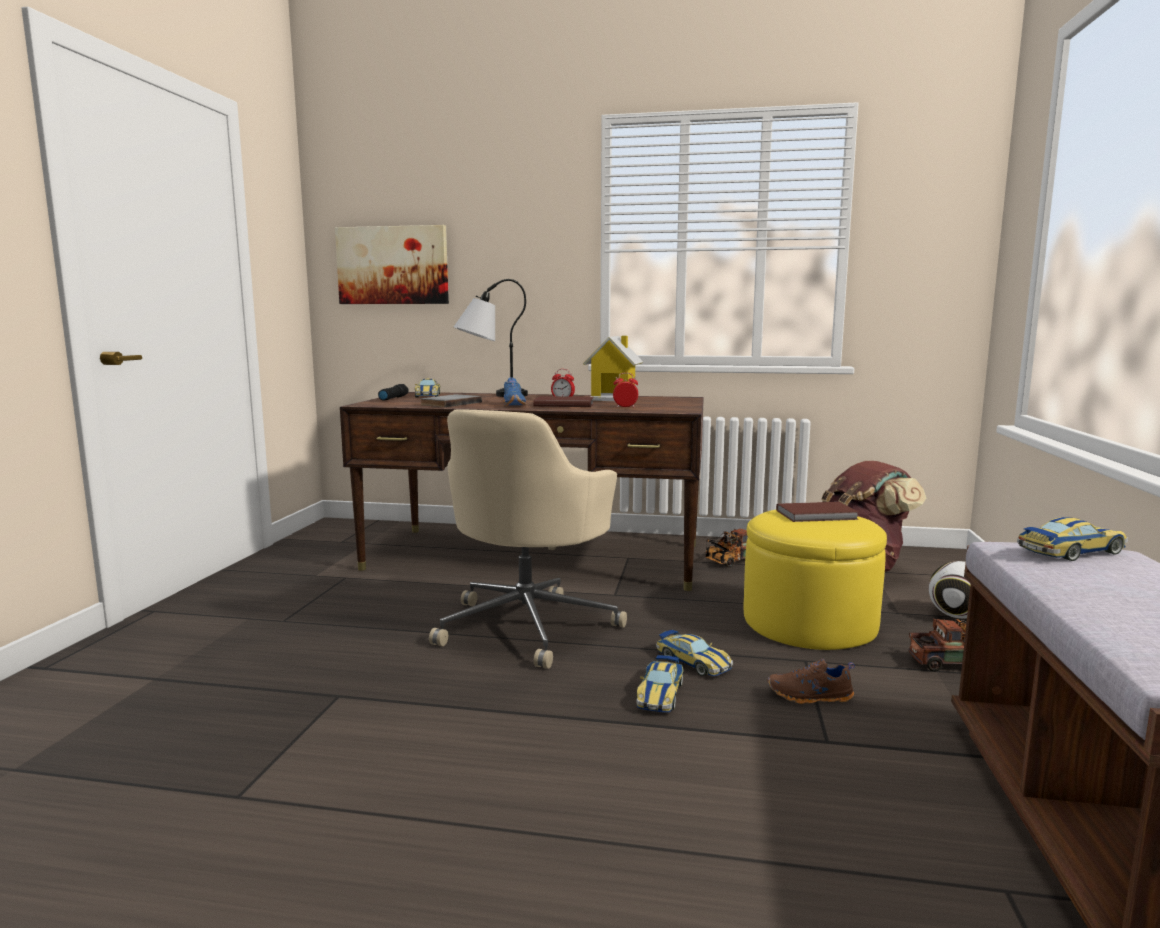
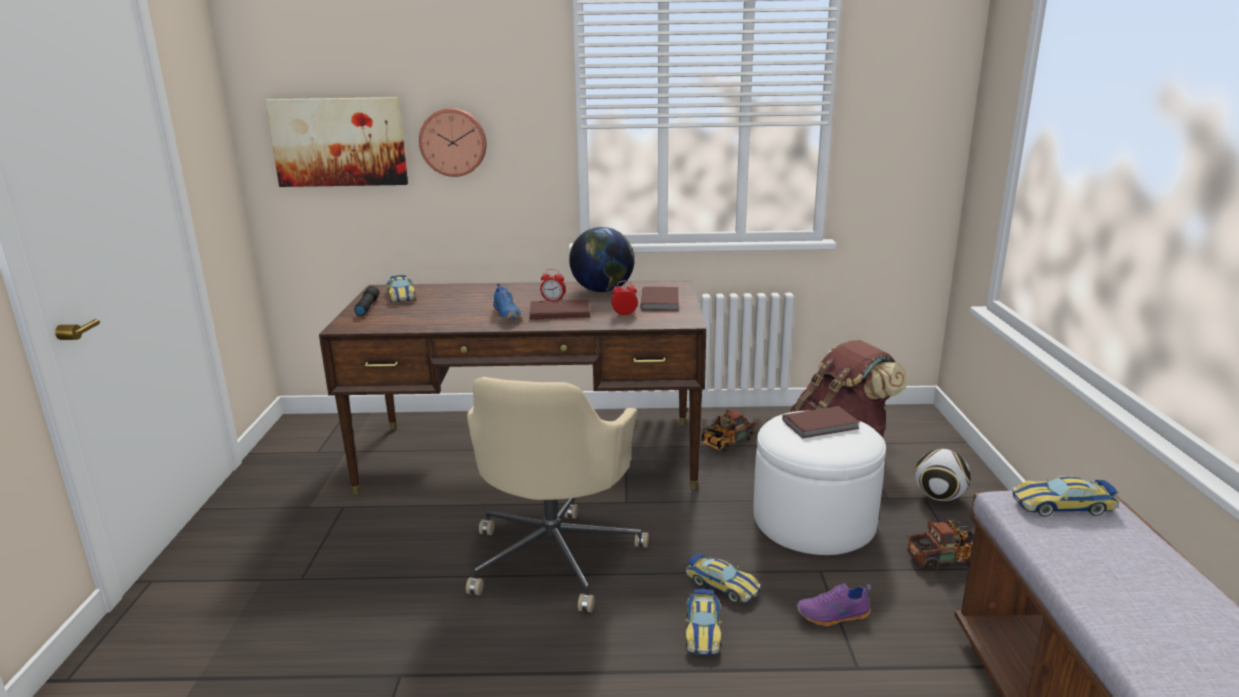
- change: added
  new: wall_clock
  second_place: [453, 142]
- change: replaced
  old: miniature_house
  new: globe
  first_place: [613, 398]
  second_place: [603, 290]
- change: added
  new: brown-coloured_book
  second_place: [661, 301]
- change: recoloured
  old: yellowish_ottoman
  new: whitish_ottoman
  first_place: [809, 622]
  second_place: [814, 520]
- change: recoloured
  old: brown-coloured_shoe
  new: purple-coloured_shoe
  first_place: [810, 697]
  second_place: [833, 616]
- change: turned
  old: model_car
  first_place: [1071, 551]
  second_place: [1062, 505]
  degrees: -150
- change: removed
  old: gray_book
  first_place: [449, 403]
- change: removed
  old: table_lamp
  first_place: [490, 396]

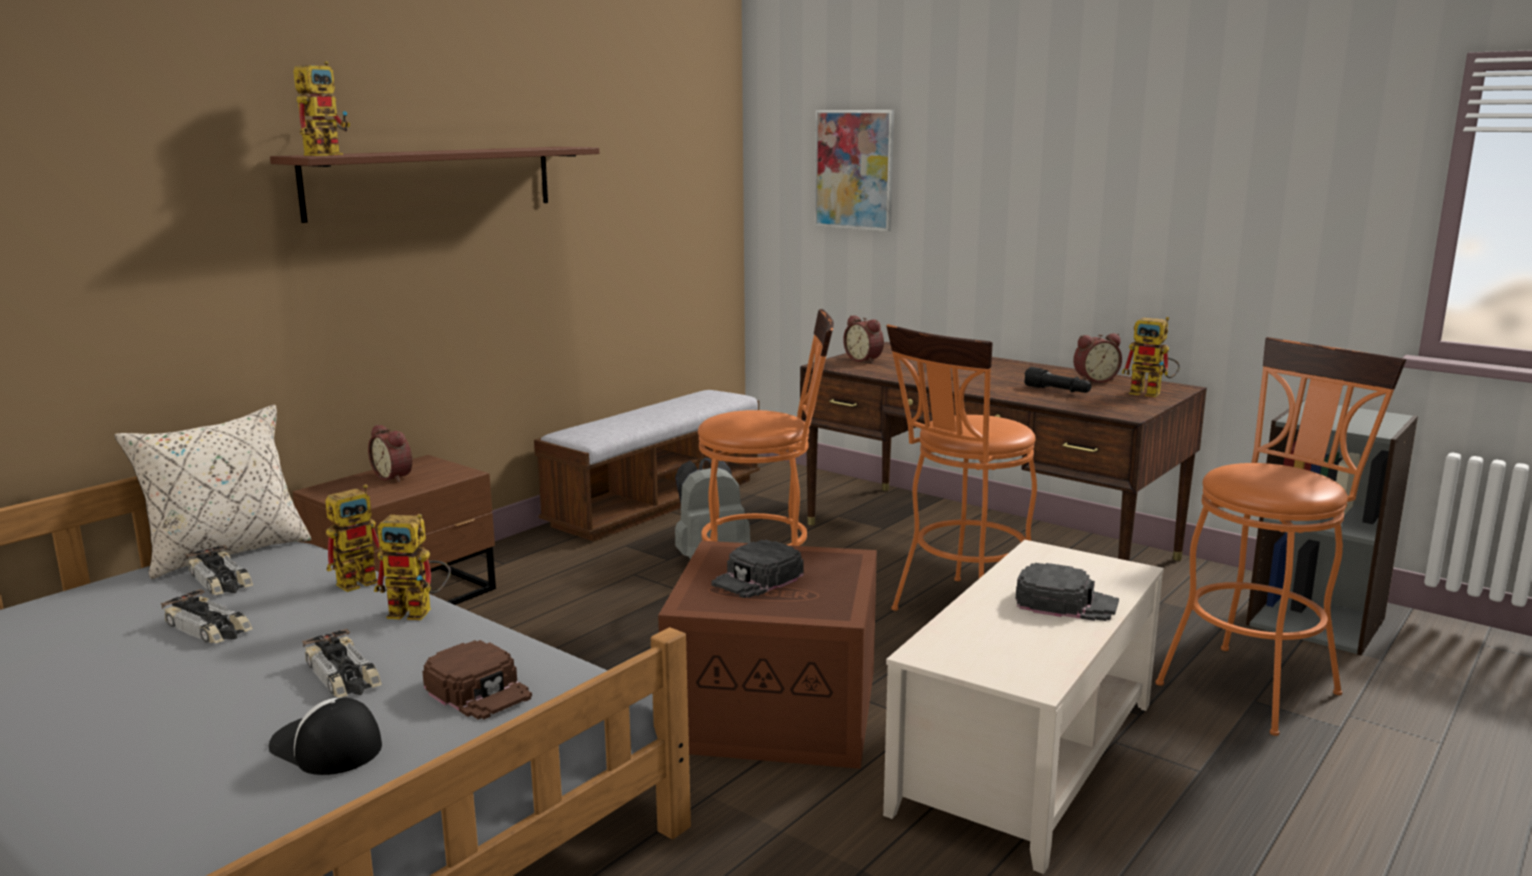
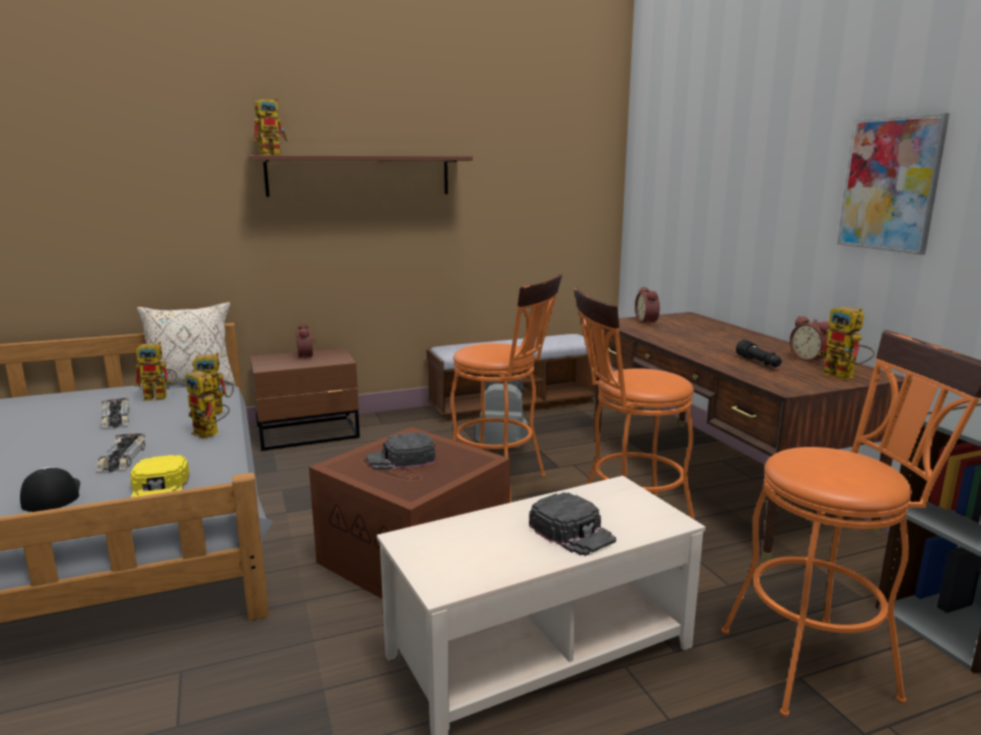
- change: recoloured
  old: brown-coloured_baseball_cap
  new: yellowish_baseball_cap
  first_place: [479, 690]
  second_place: [160, 486]
- change: replaced
  old: model_car
  new: toy_robot
  first_place: [221, 581]
  second_place: [161, 397]
- change: turned
  old: alarm_clock
  first_place: [1094, 380]
  second_place: [810, 359]
  degrees: 45
- change: moved
  old: picture
  first_place: [854, 170]
  second_place: [890, 184]

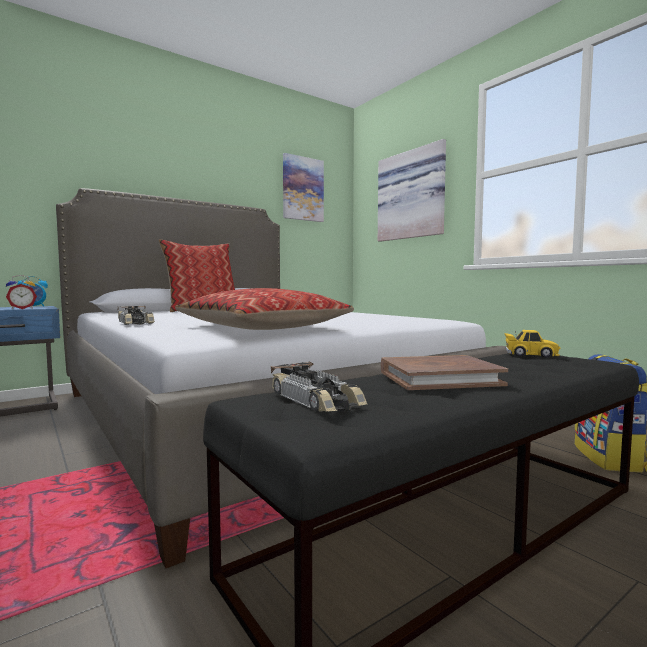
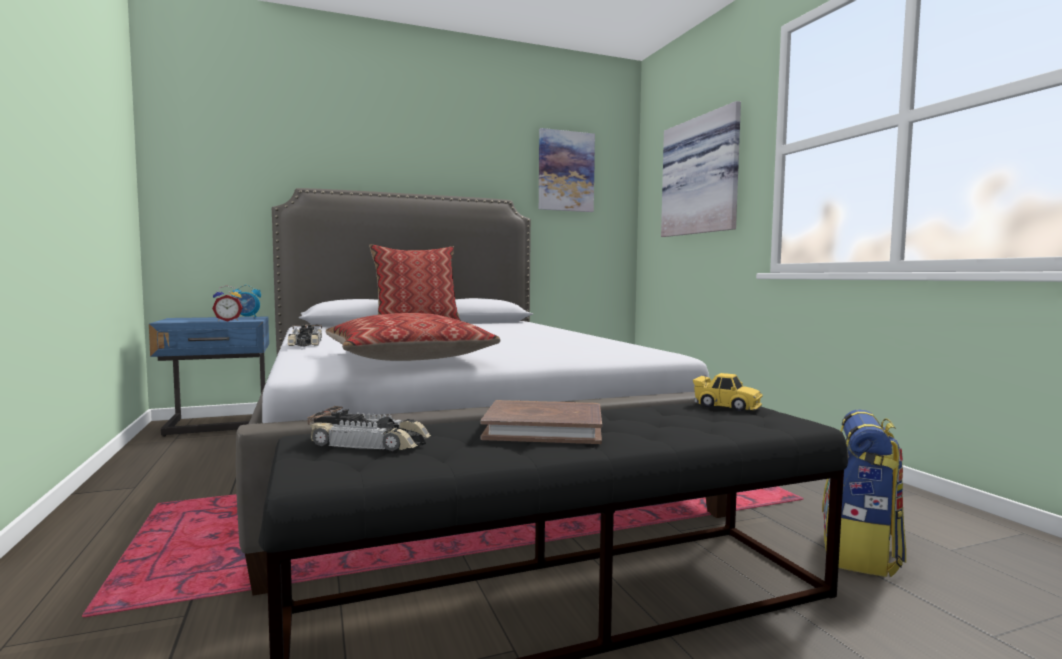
- change: turned
  old: model_car
  first_place: [316, 399]
  second_place: [371, 442]
  degrees: -60

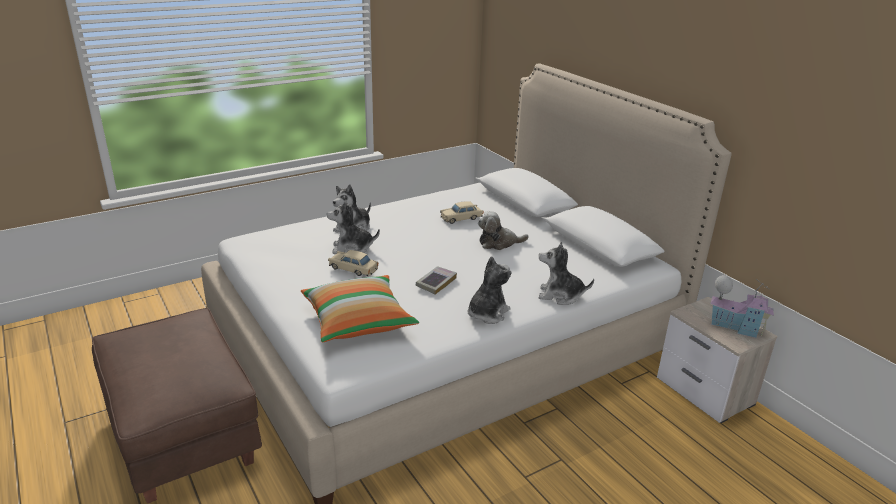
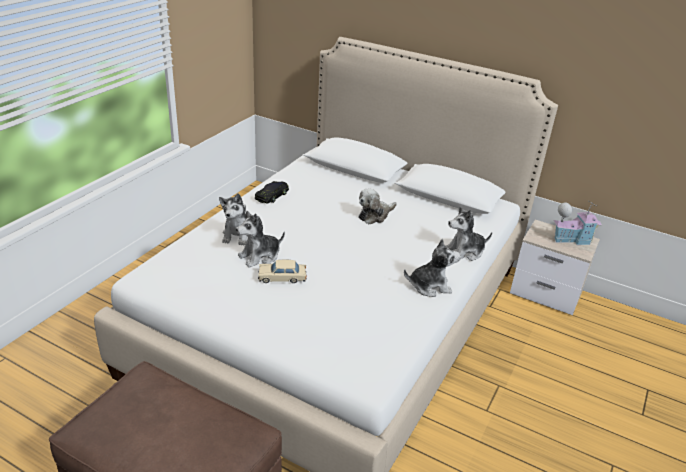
- change: added
  new: blackish_model_car
  second_place: [272, 195]
- change: turned
  old: cuddly_toy
  first_place: [487, 313]
  second_place: [429, 286]
  degrees: 75
- change: removed
  old: pillow
  first_place: [358, 321]
- change: removed
  old: book
  first_place: [436, 283]
- change: removed
  old: sand-coloured_model_car
  first_place: [461, 218]

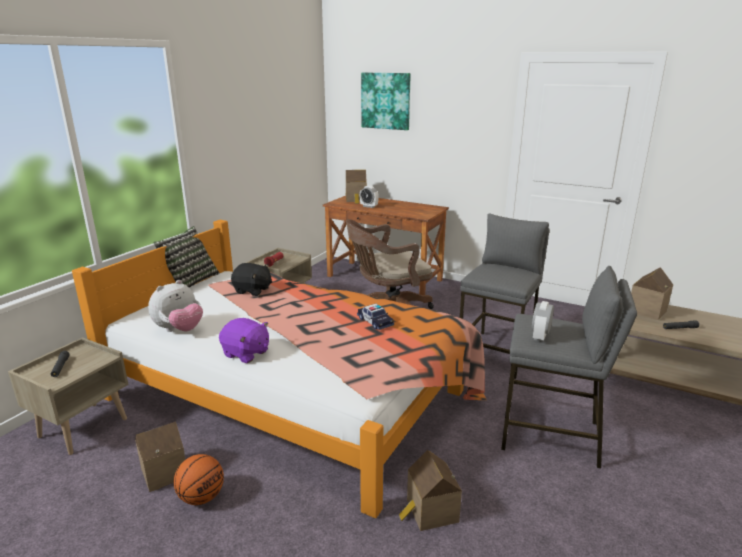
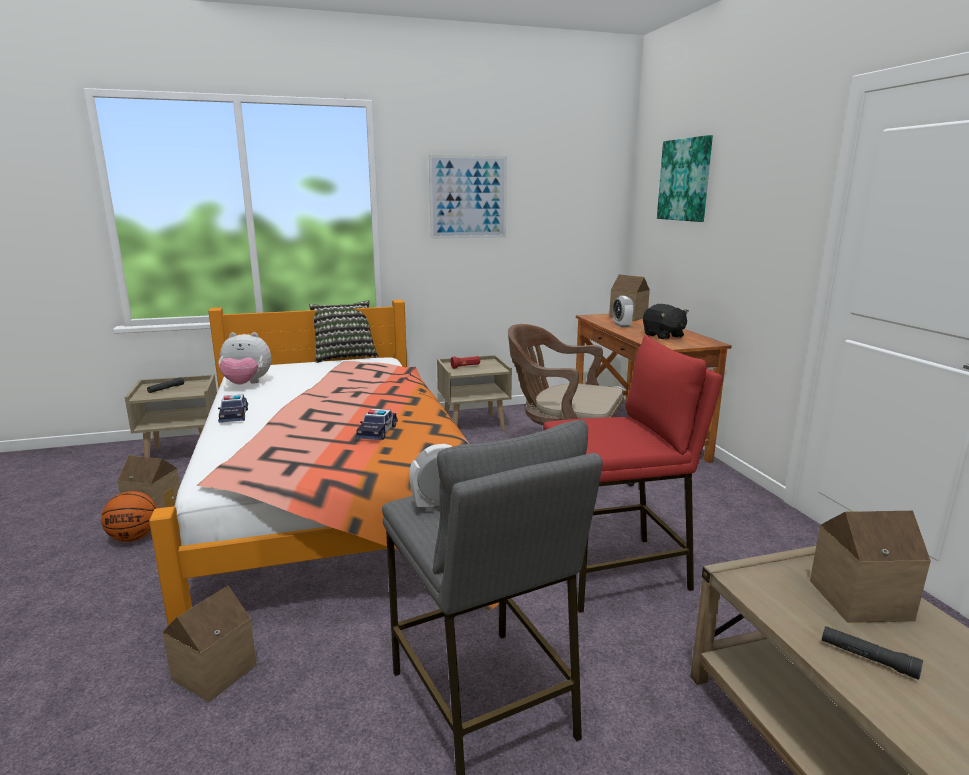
- change: replaced
  old: purple-coloured_cuddly_toy
  new: model_car
  first_place: [246, 353]
  second_place: [234, 416]
- change: added
  new: picture
  second_place: [468, 197]
- change: recoloured
  old: gray_stool
  new: red_stool
  first_place: [497, 353]
  second_place: [615, 572]
- change: moved
  old: blackish_cuddly_toy
  first_place: [252, 290]
  second_place: [663, 336]

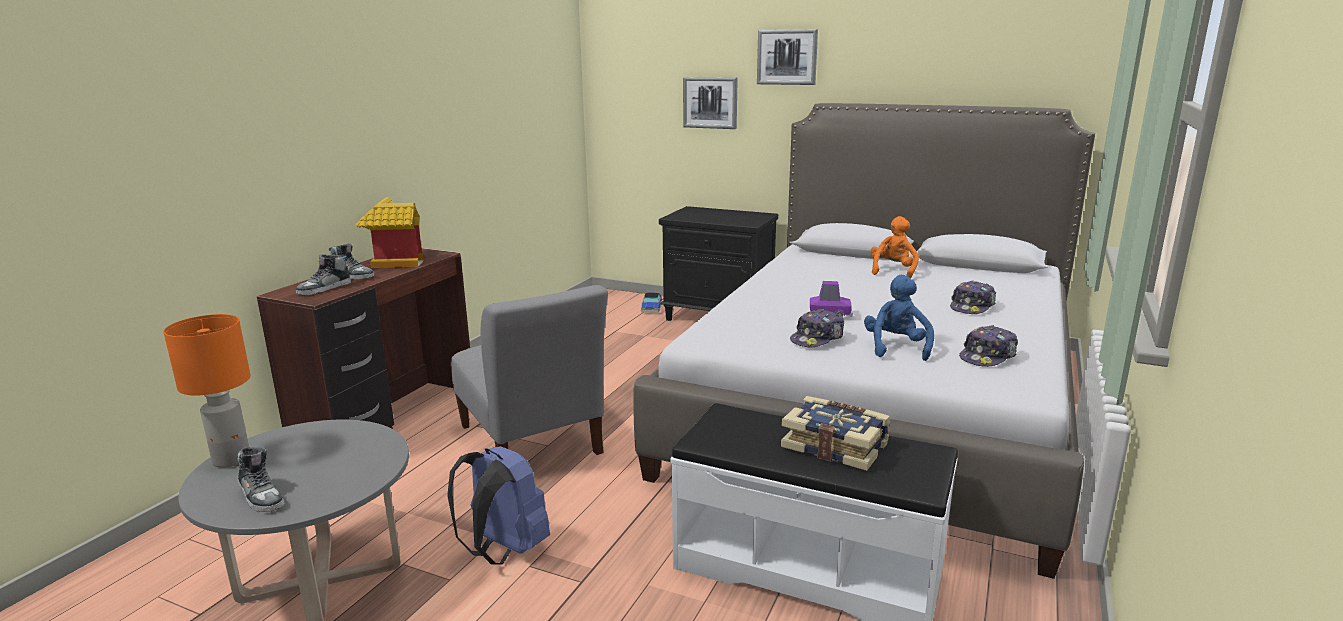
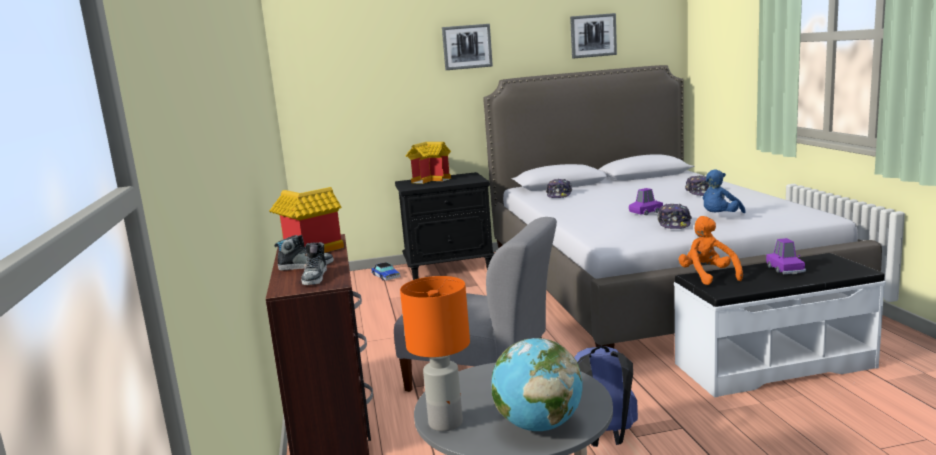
- change: added
  new: miniature_house
  second_place: [431, 179]
- change: replaced
  old: shoe
  new: globe
  first_place: [261, 496]
  second_place: [538, 425]
- change: moved
  old: baseball_cap
  first_place: [988, 357]
  second_place: [559, 195]
- change: moved
  old: picture
  first_place: [710, 102]
  second_place: [593, 35]
- change: moved
  old: orange-coloured_cuddly_toy
  first_place: [893, 271]
  second_place: [707, 276]
- change: turned
  old: blue-coloured_cuddly_toy
  first_place: [896, 347]
  second_place: [719, 217]
  degrees: -105
- change: replaced
  old: book
  new: purple-coloured_model_car
  first_place: [835, 446]
  second_place: [785, 269]

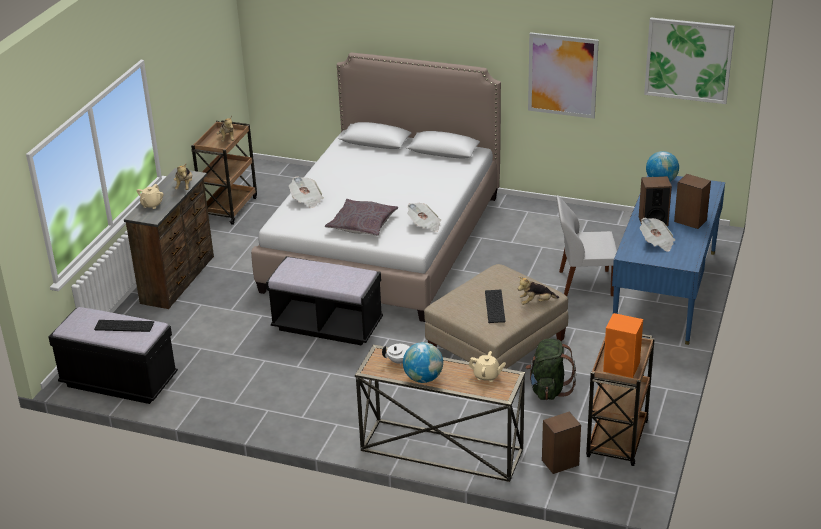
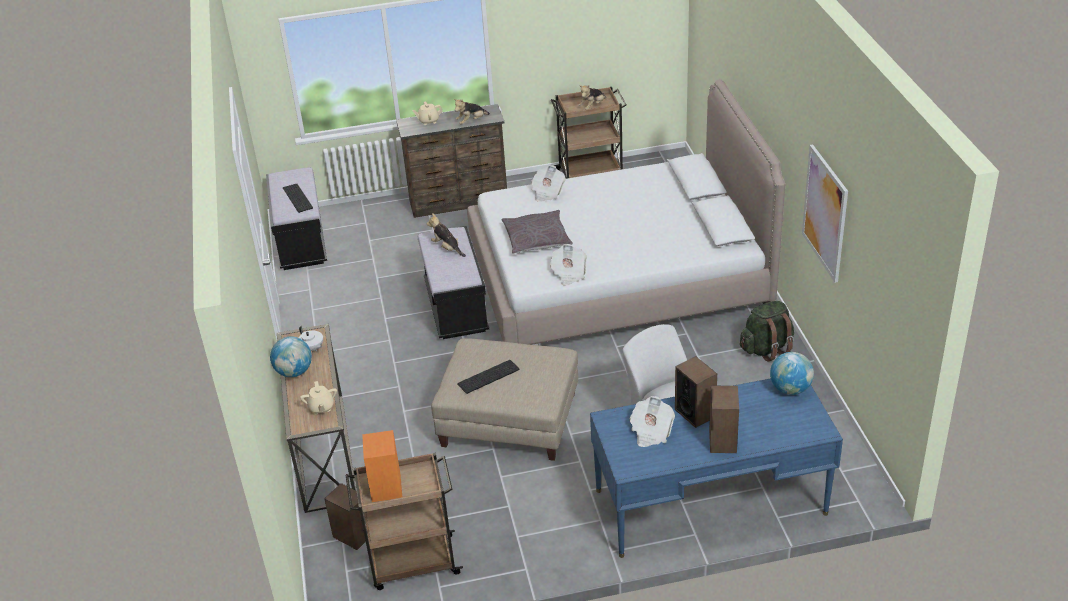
- change: moved
  old: cuddly_toy
  first_place: [536, 302]
  second_place: [447, 248]
- change: moved
  old: green_knapsack
  first_place: [548, 389]
  second_place: [766, 348]
- change: removed
  old: picture
  first_place: [688, 60]

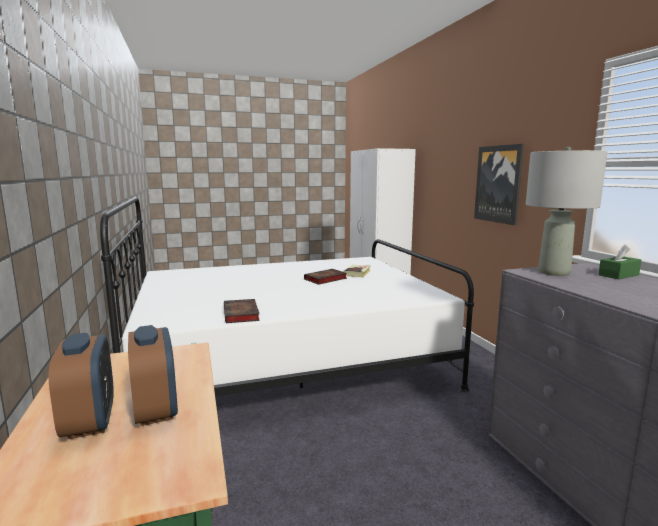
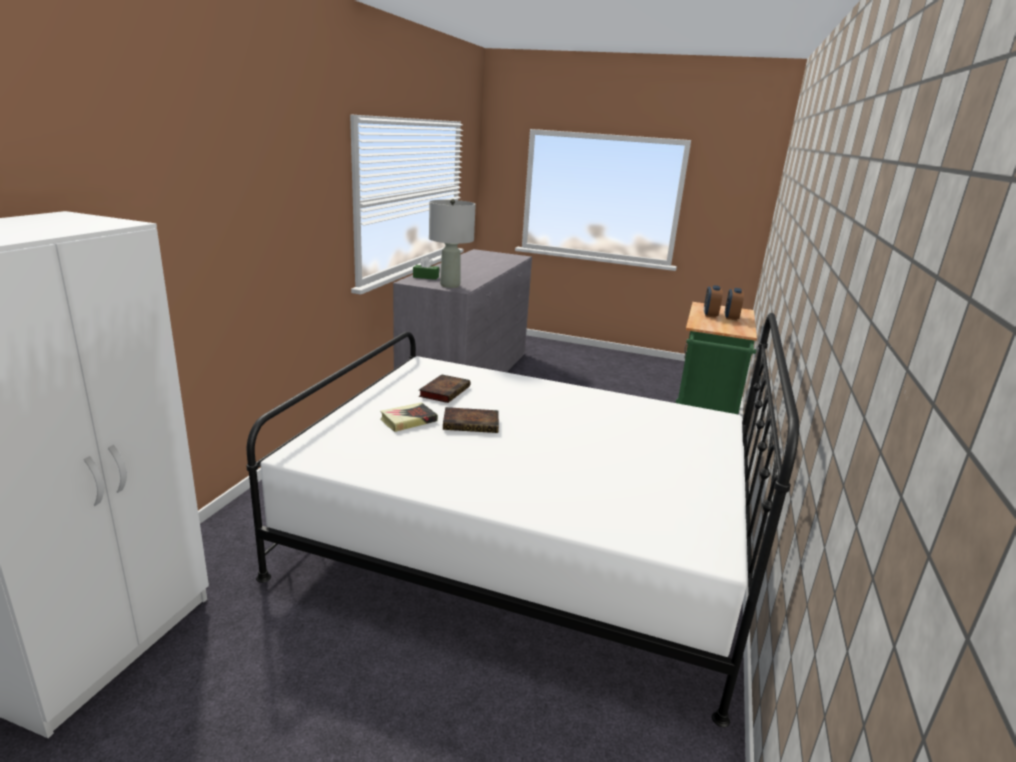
- change: moved
  old: book
  first_place: [241, 314]
  second_place: [445, 391]
- change: removed
  old: picture
  first_place: [498, 184]

